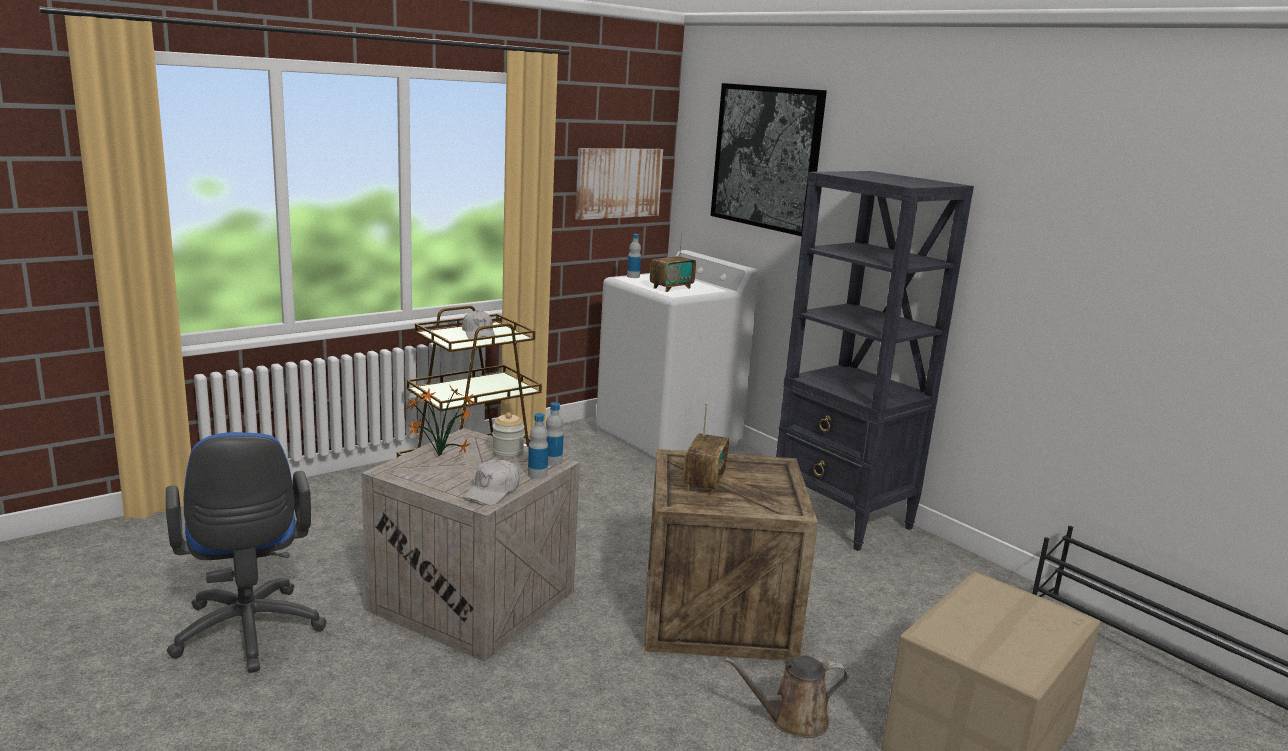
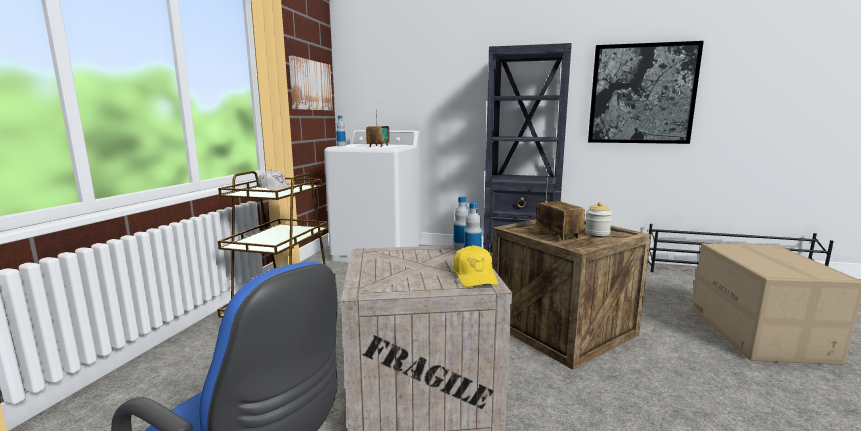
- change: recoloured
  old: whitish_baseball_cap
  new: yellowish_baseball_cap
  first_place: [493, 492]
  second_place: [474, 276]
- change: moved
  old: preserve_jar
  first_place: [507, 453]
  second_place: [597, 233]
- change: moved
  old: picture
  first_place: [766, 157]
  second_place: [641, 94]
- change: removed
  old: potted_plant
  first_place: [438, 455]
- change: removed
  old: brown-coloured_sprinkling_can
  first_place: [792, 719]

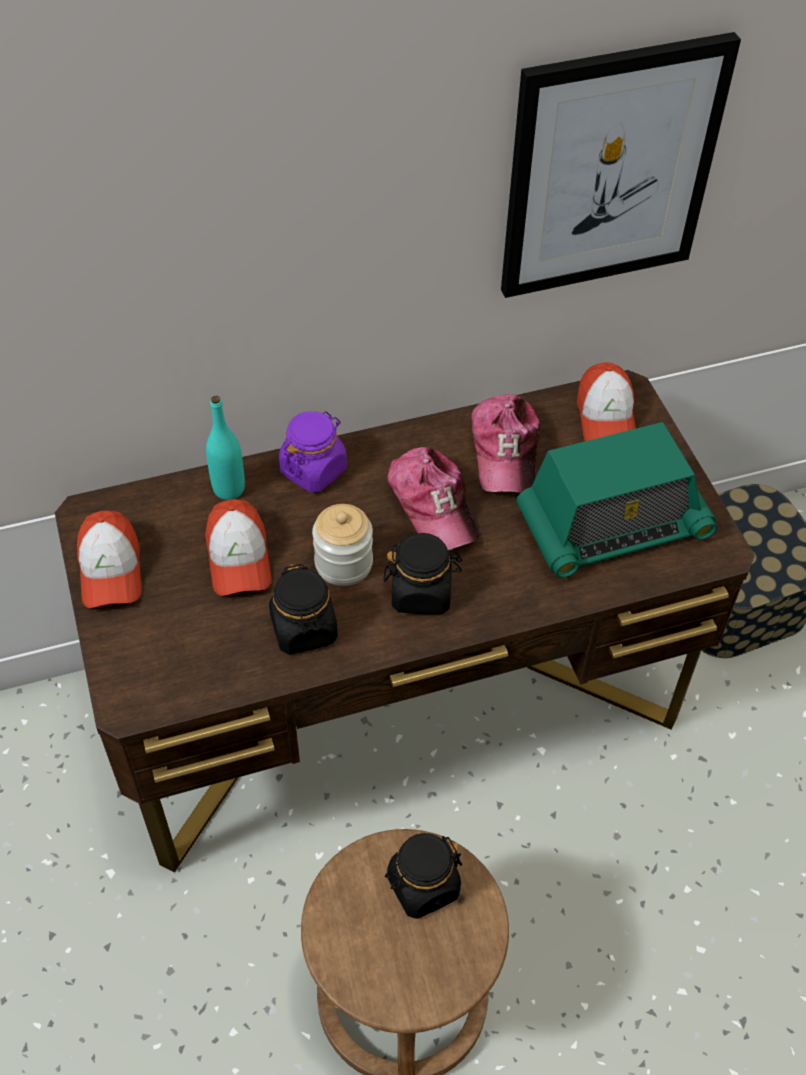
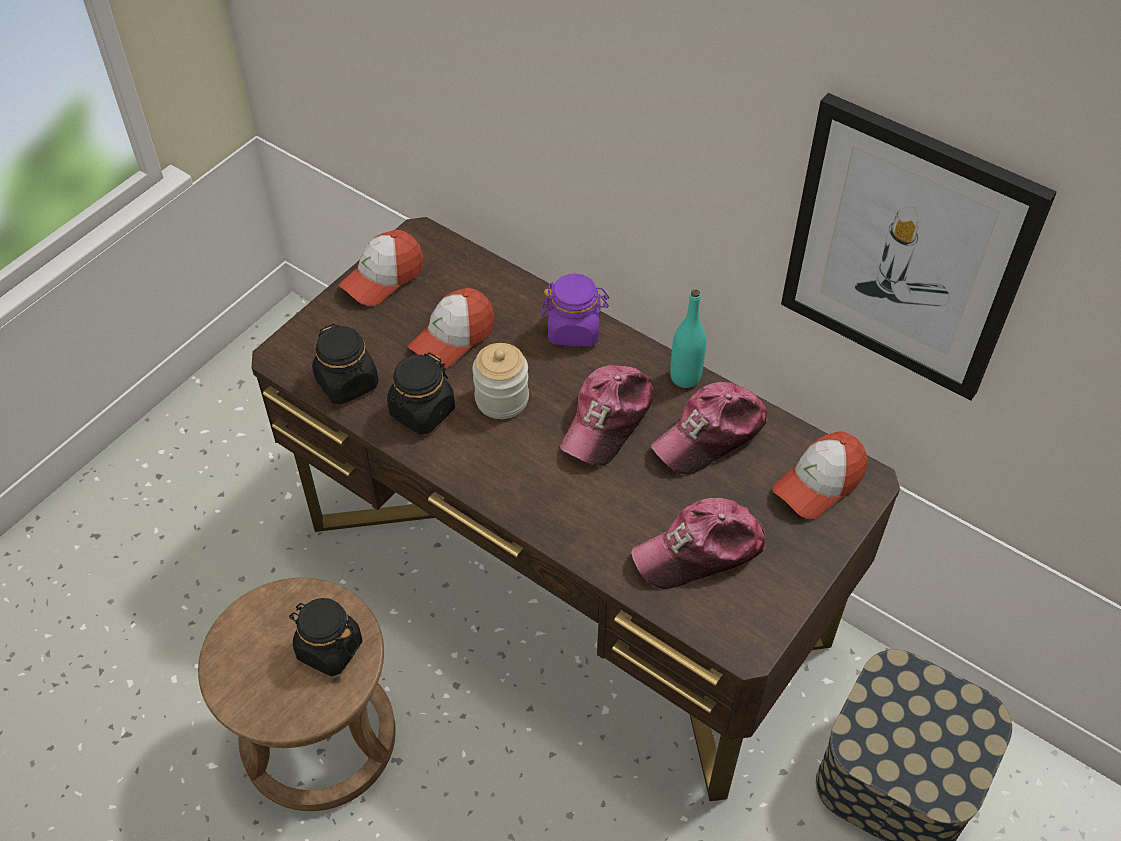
- change: moved
  old: blackish_preserve_jar
  first_place: [421, 593]
  second_place: [347, 383]
- change: replaced
  old: radio
  new: baseball_cap
  first_place: [612, 525]
  second_place: [700, 551]
- change: moved
  old: blue-green_drink_bottle
  first_place: [229, 489]
  second_place: [685, 377]

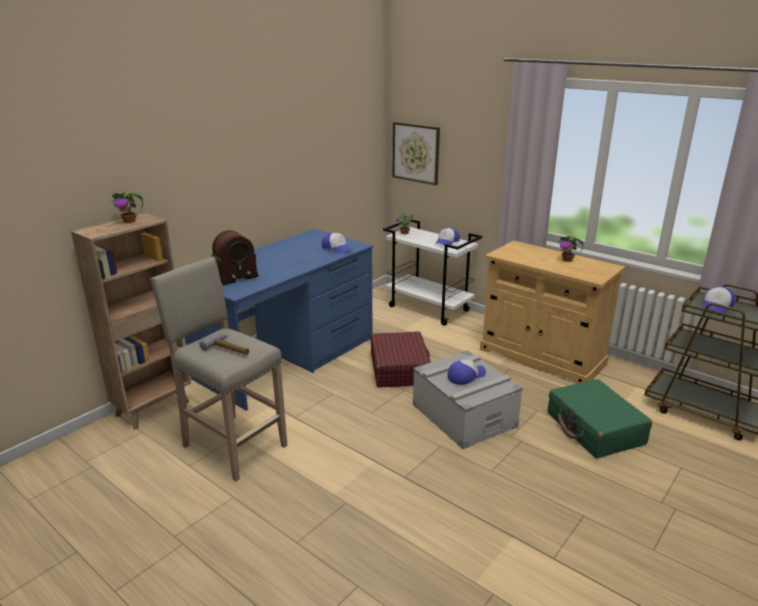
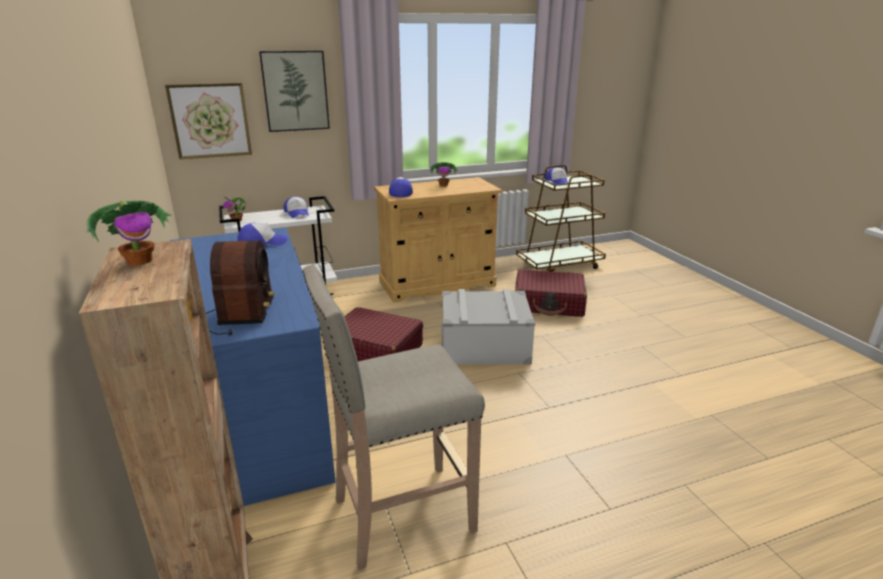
- change: added
  new: picture
  second_place: [295, 91]
- change: moved
  old: baseball_cap
  first_place: [466, 376]
  second_place: [400, 192]
- change: recoloured
  old: green_piece_of_luggage
  new: red_piece_of_luggage
  first_place: [595, 429]
  second_place: [549, 303]
- change: removed
  old: hand_hammer
  first_place: [228, 349]

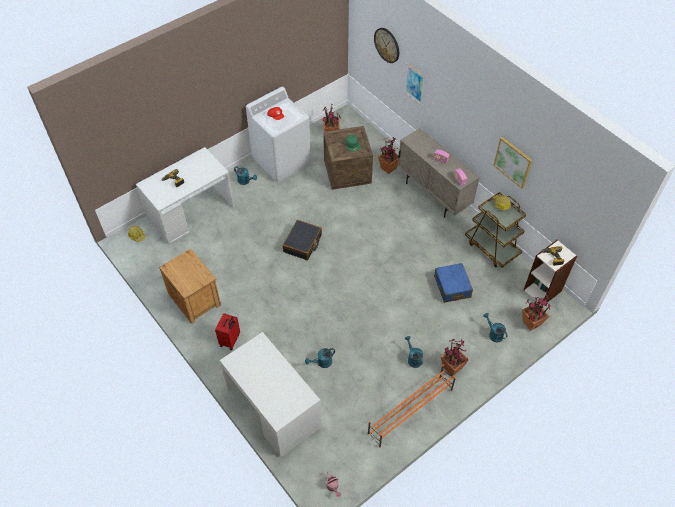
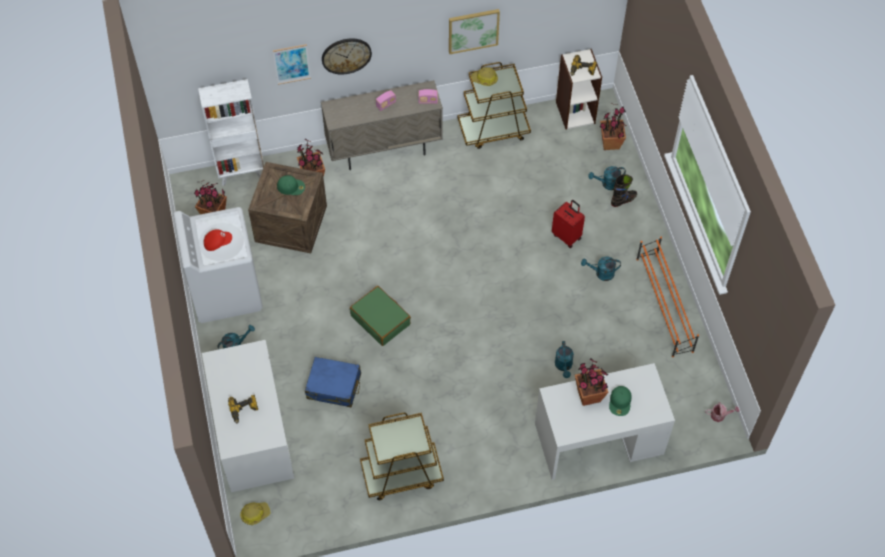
- change: added
  new: whitish_bookshelf
  second_place: [241, 172]
- change: moved
  old: blue-coloured_piece_of_luggage
  first_place: [452, 287]
  second_place: [334, 386]
- change: moved
  old: wall_clock
  first_place: [387, 45]
  second_place: [346, 55]
- change: recoloured
  old: blackish_piece_of_luggage
  new: green_piece_of_luggage
  first_place: [302, 244]
  second_place: [380, 320]
- change: replaced
  old: brown-coloured_bedside_table
  new: brown-coloured_wheeled_cart
  first_place: [194, 299]
  second_place: [401, 474]
- change: moved
  old: red_piece_of_luggage
  first_place: [230, 340]
  second_place: [567, 236]
- change: moved
  old: potted_plant
  first_place: [452, 368]
  second_place: [589, 396]
- change: added
  new: green_baseball_cap
  second_place: [620, 402]
- change: added
  new: blackish_high-top_boot
  second_place: [623, 200]

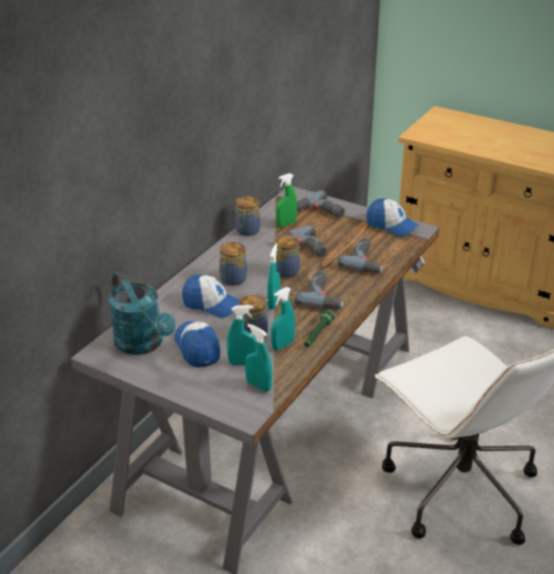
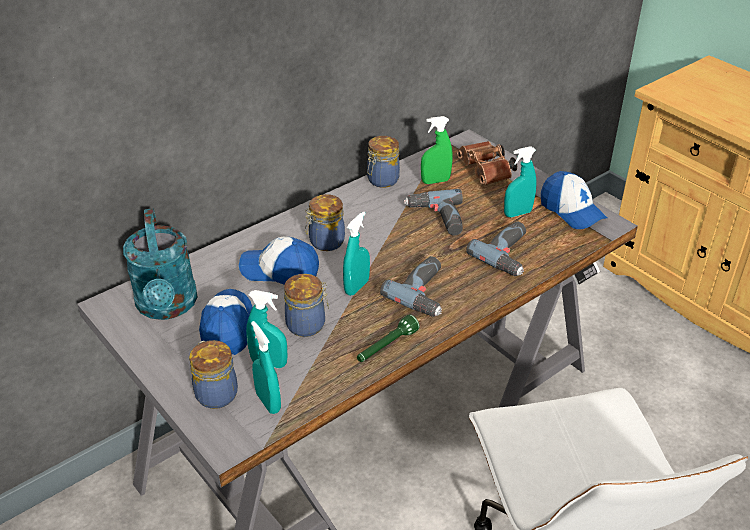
- change: moved
  old: preserve_jar
  first_place: [285, 271]
  second_place: [216, 393]
- change: turned
  old: baseball_cap
  first_place: [211, 304]
  second_place: [280, 271]
  degrees: 150
- change: replaced
  old: drill
  new: brown-coloured_binoculars
  first_place: [319, 212]
  second_place: [487, 173]
- change: moved
  old: blue-green_sprayer
  first_place: [282, 345]
  second_place: [517, 213]

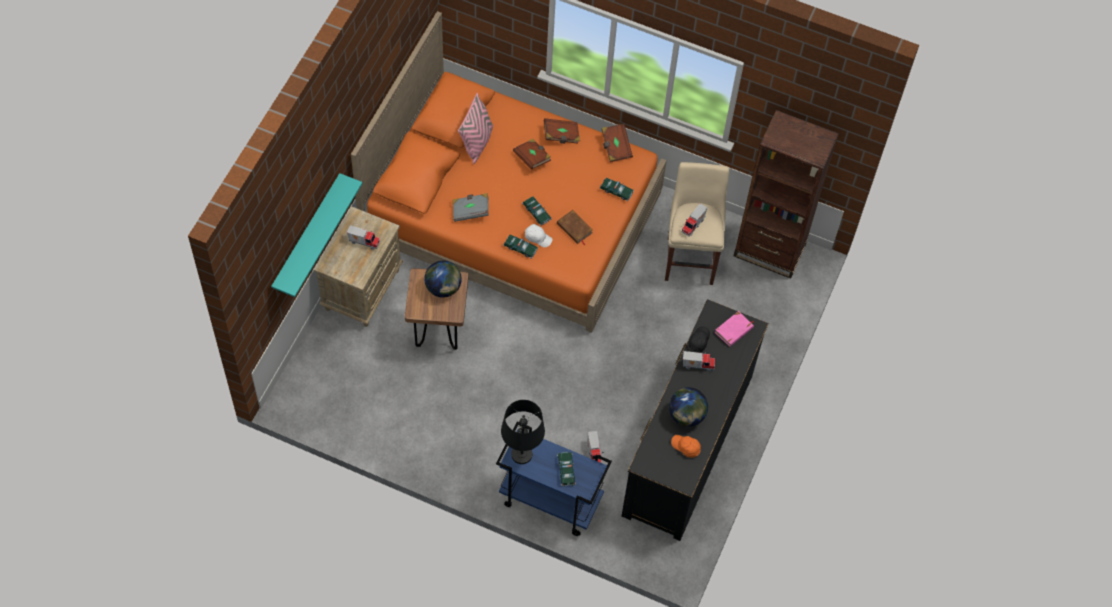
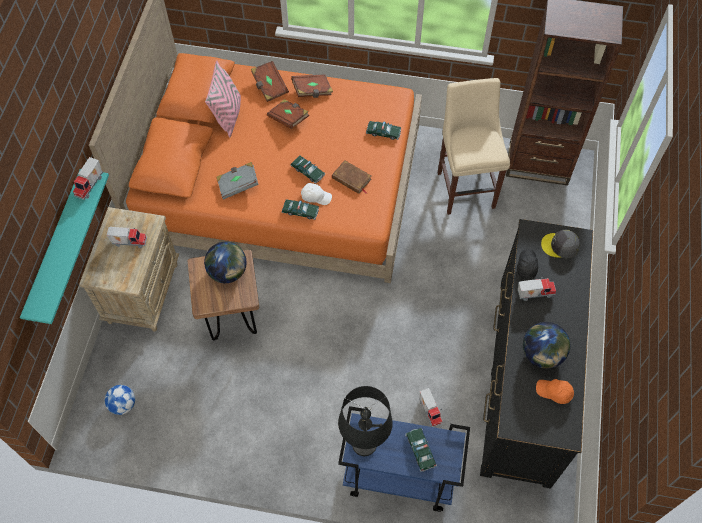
- change: moved
  old: toy_truck
  first_place: [694, 225]
  second_place: [91, 186]
- change: added
  new: football
  second_place: [123, 404]
- change: moved
  old: brown-coloured_book
  first_place: [615, 147]
  second_place: [269, 87]
- change: replaced
  old: pink-coloured_book
  new: gray_baseball_cap
  first_place: [734, 330]
  second_place: [560, 246]

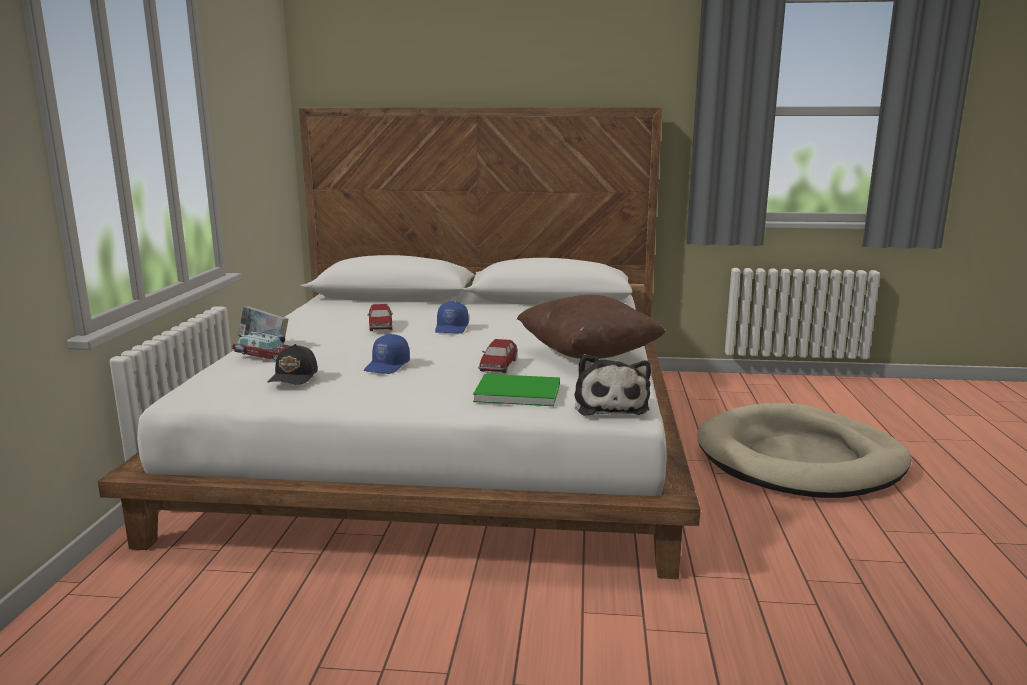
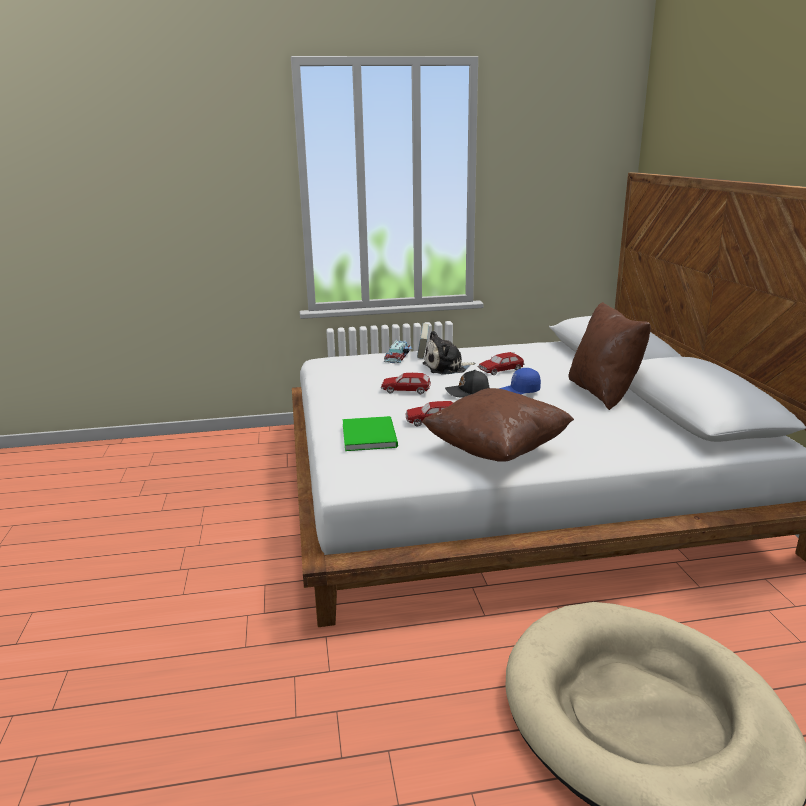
- change: replaced
  old: blue-coloured_baseball_cap
  new: model_car
  first_place: [387, 366]
  second_place: [406, 390]
- change: moved
  old: cuddly_toy
  first_place: [610, 405]
  second_place: [447, 368]
- change: moved
  old: blackish_baseball_cap
  first_place: [294, 377]
  second_place: [468, 392]
- change: added
  new: brown-coloured_pillow
  second_place: [603, 393]

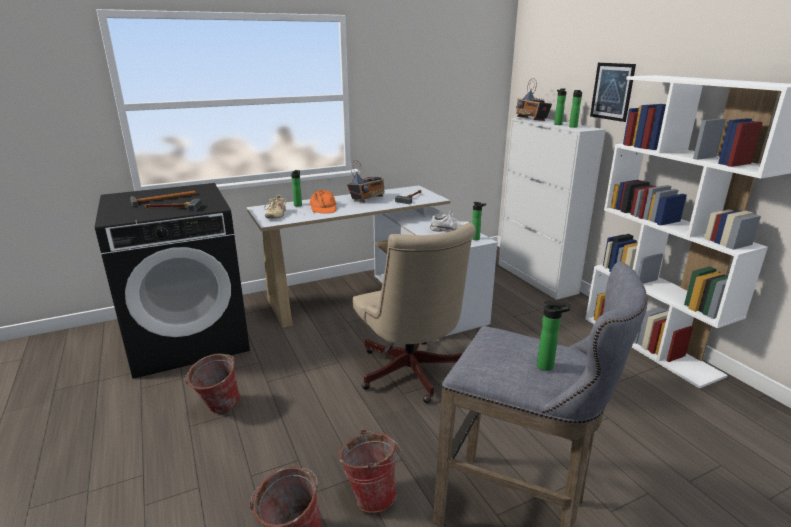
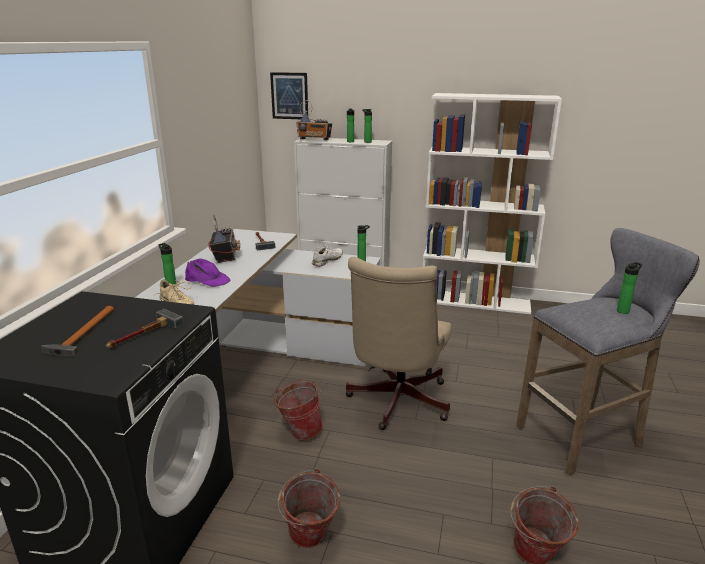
- change: recoloured
  old: orange-coloured_baseball_cap
  new: purple-coloured_baseball_cap
  first_place: [323, 208]
  second_place: [207, 280]
- change: moved
  old: picture
  first_place: [612, 91]
  second_place: [289, 96]
- change: moved
  old: bucket
  first_place: [371, 494]
  second_place: [299, 431]
- change: turned
  old: sand-coloured_desk_chair
  first_place: [411, 375]
  second_place: [396, 403]
  degrees: 90

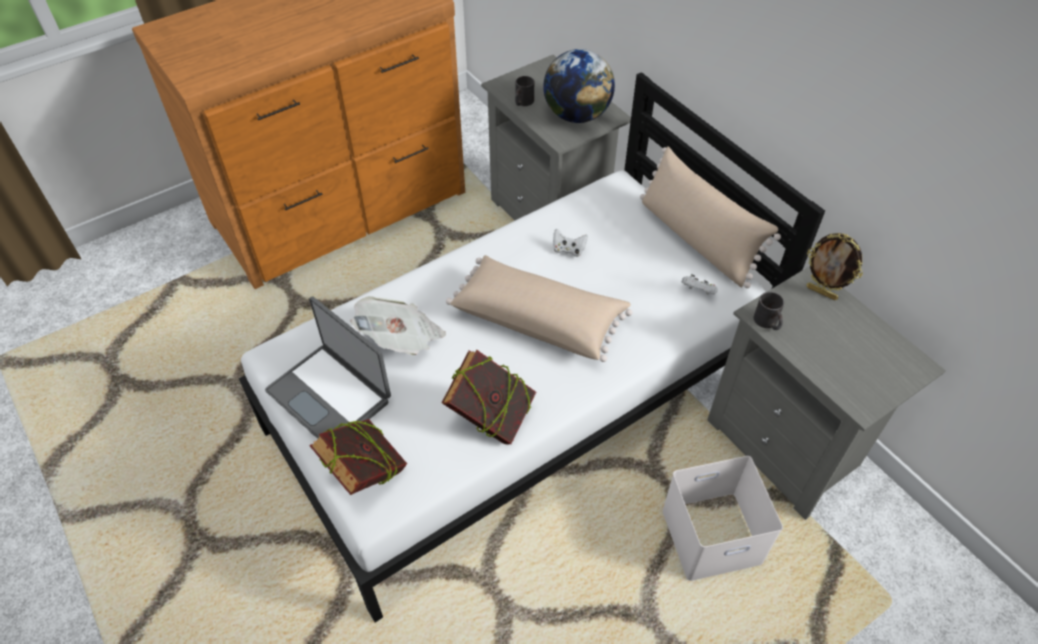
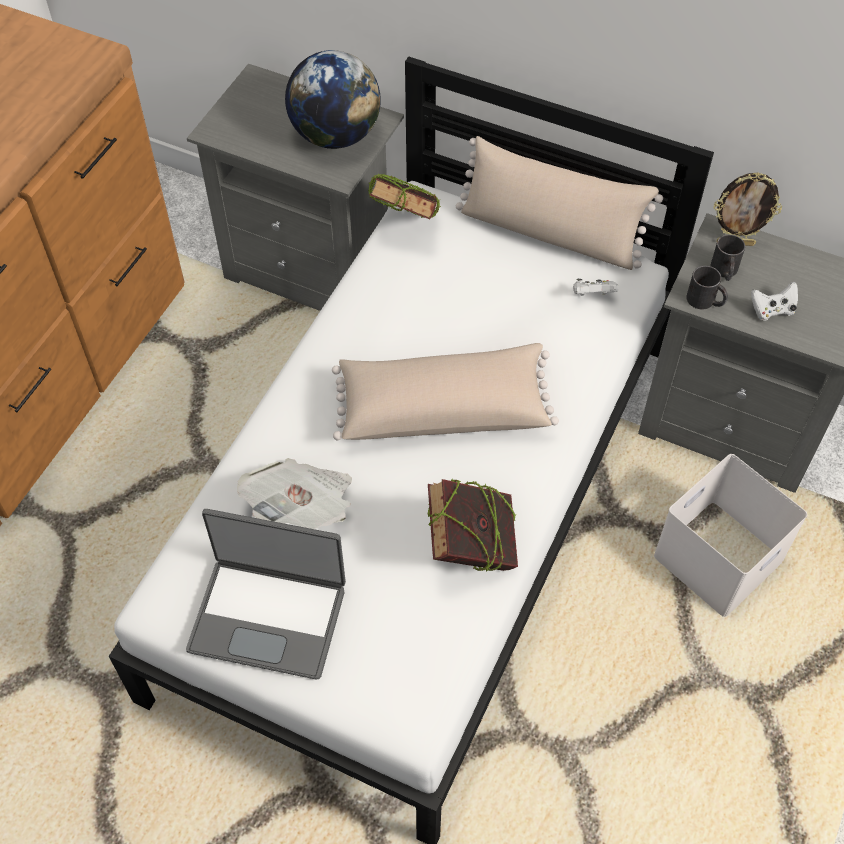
- change: moved
  old: book
  first_place: [366, 476]
  second_place: [405, 226]
- change: moved
  old: blackish_mug
  first_place: [522, 102]
  second_place: [724, 271]
- change: moved
  old: whitish_gamepad
  first_place: [568, 250]
  second_place: [772, 310]

